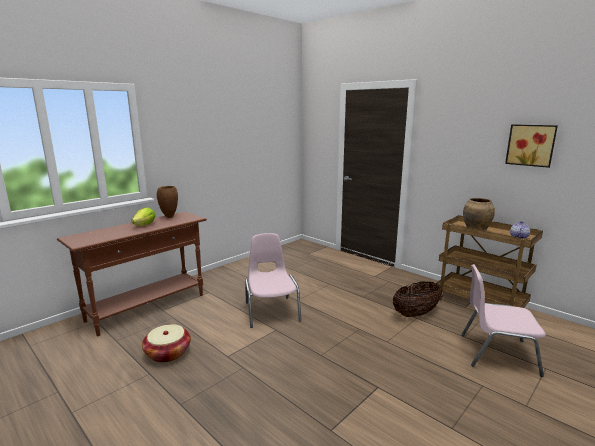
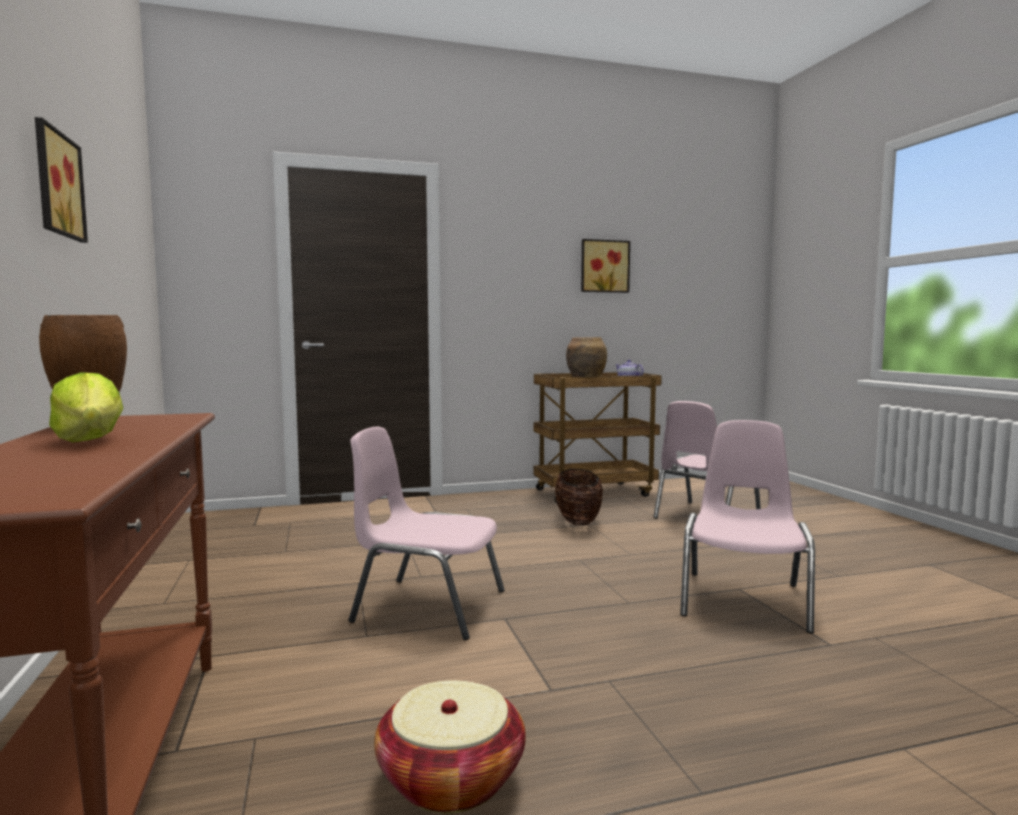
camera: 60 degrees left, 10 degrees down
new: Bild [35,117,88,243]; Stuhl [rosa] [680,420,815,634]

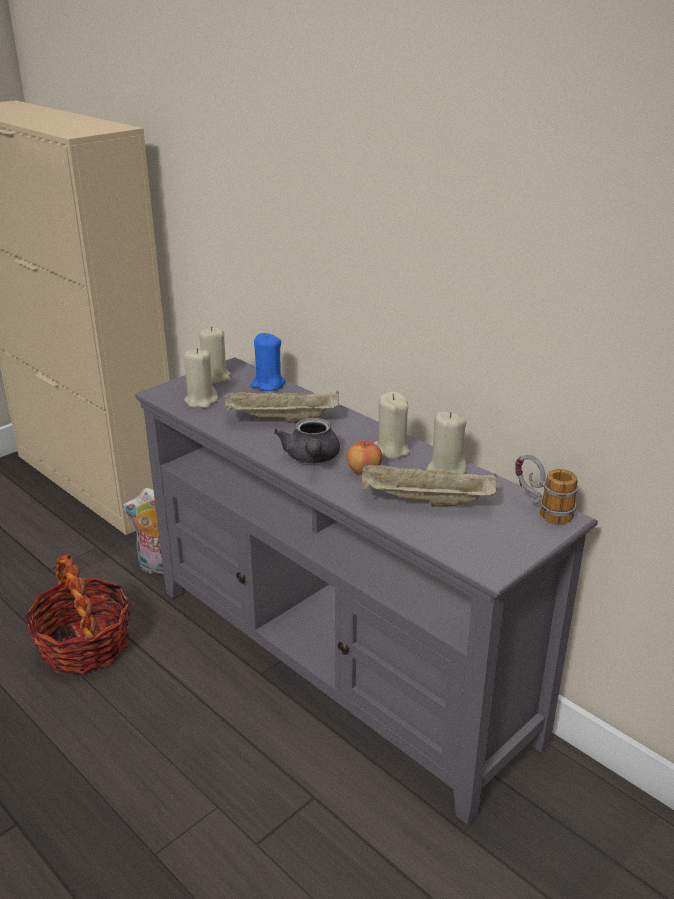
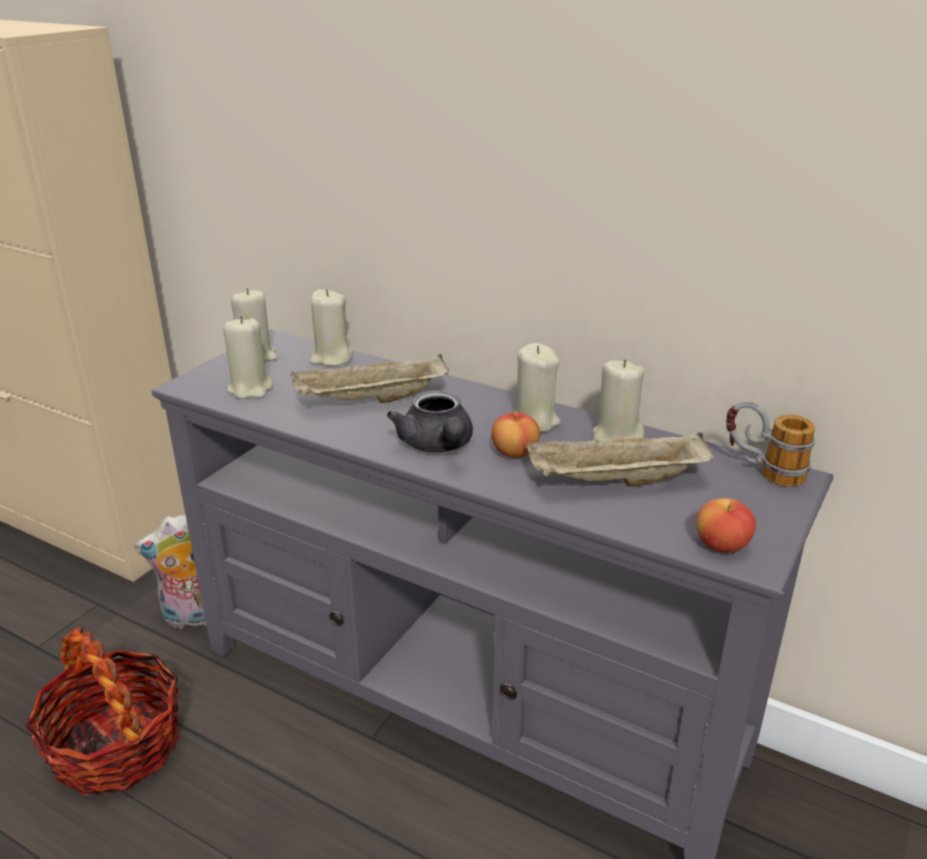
camera: 15 degrees left, 0 degrees up
new: Apfel [696,498,756,553]
repainted: Kerze [blau] [251,333,285,391] to Kerze [beige] [309,289,354,366]

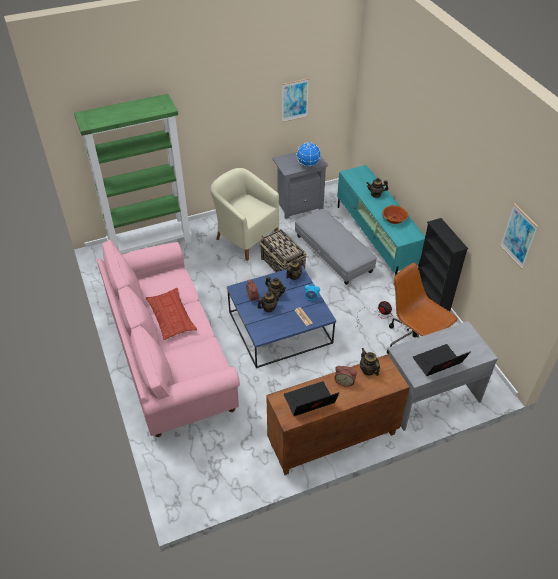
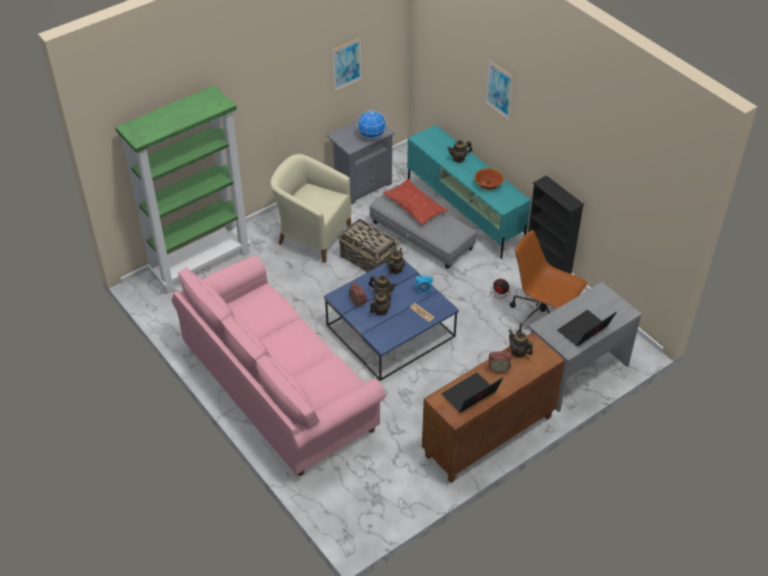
camera: 15 degrees left, 0 degrees up
shifted: Kissen [146,288,197,340] to [383,179,448,225]; Bild [500,203,538,269] to [485,60,513,120]

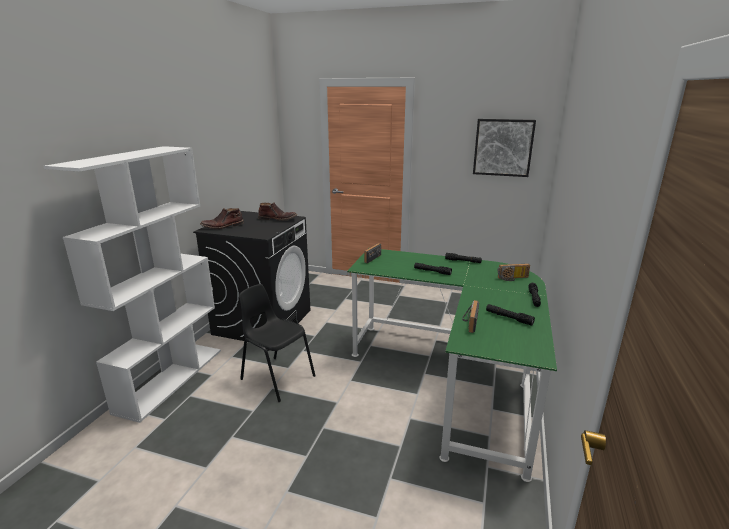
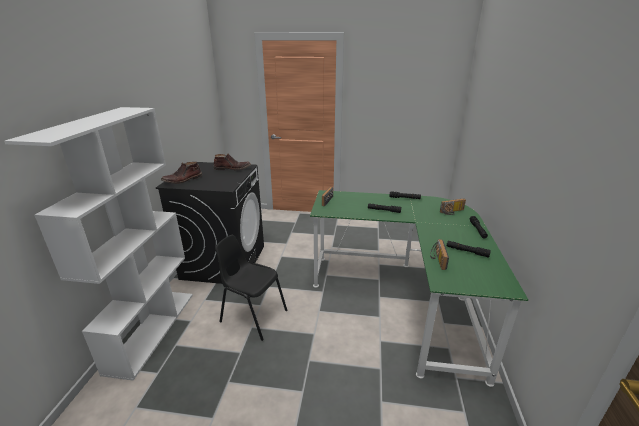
camera: 10 degrees left, 5 degrees up
gone: Bild [473,119,536,177]

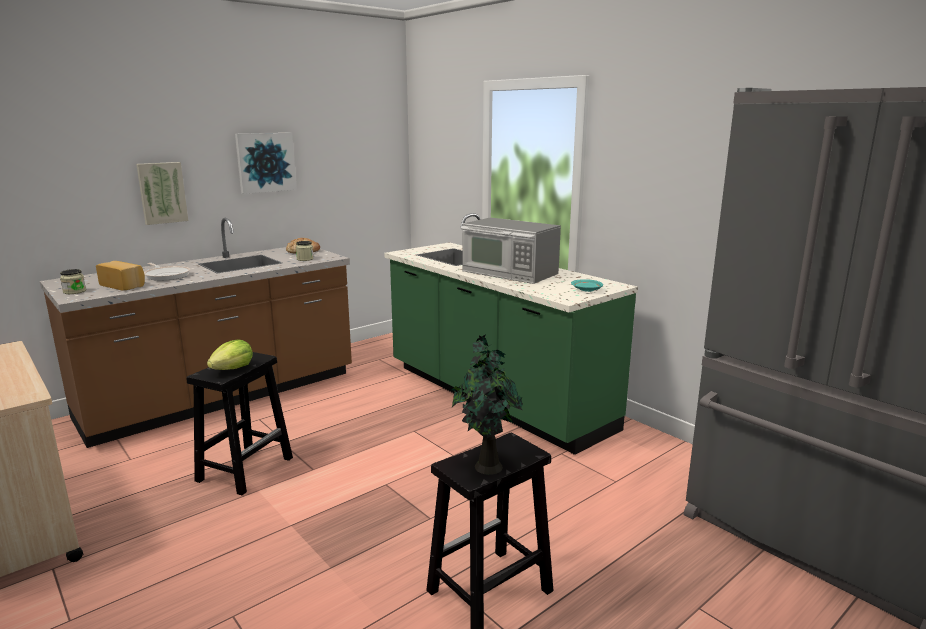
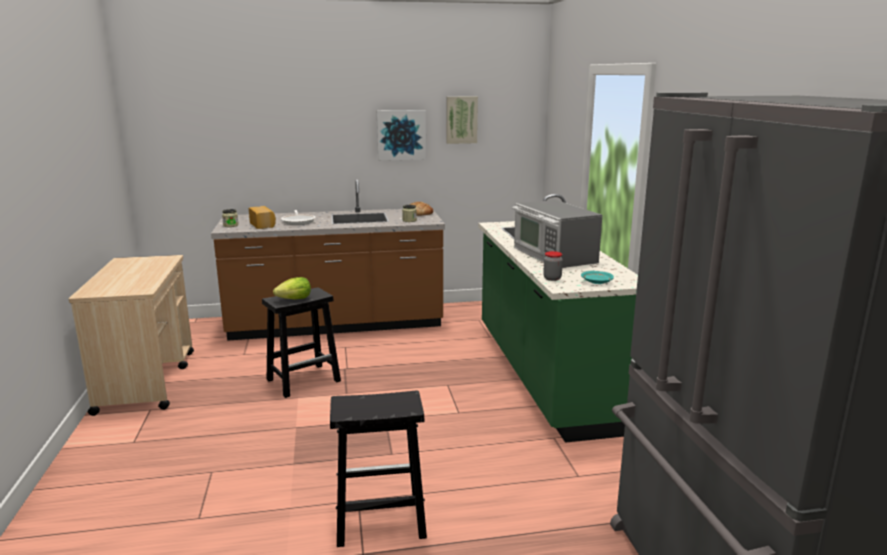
camera: 30 degrees right, 0 degrees up
gone: Topfpflanze [452,335,523,475]
new: Vorratsglas [543,251,563,281]
shifted: Bild [136,162,188,225] to [447,97,478,144]

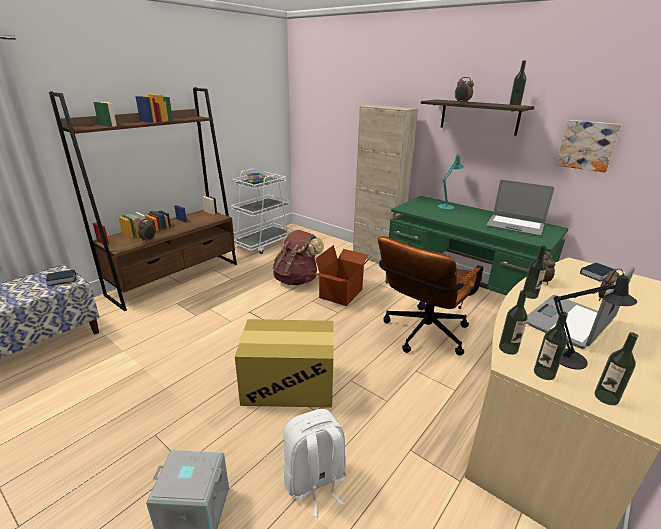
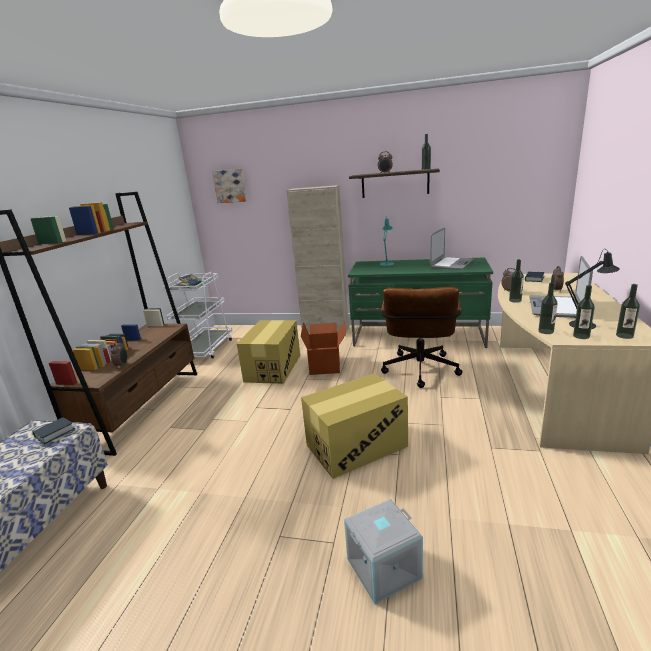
camera: 25 degrees left, 5 degrees down
gone: Rucksack [weiß] [284,409,347,517]
shifted: Bild [556,120,622,173] to [212,169,247,203]
swapped: Rucksack [braun] [273,230,324,285] to Karton [237,320,300,384]
rotated: Laptop [486,180,554,236] = [430,228,474,270] 60 degrees counterclockwise

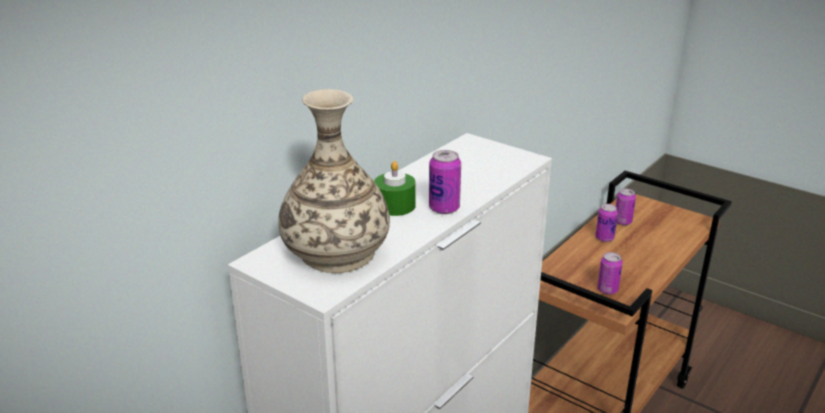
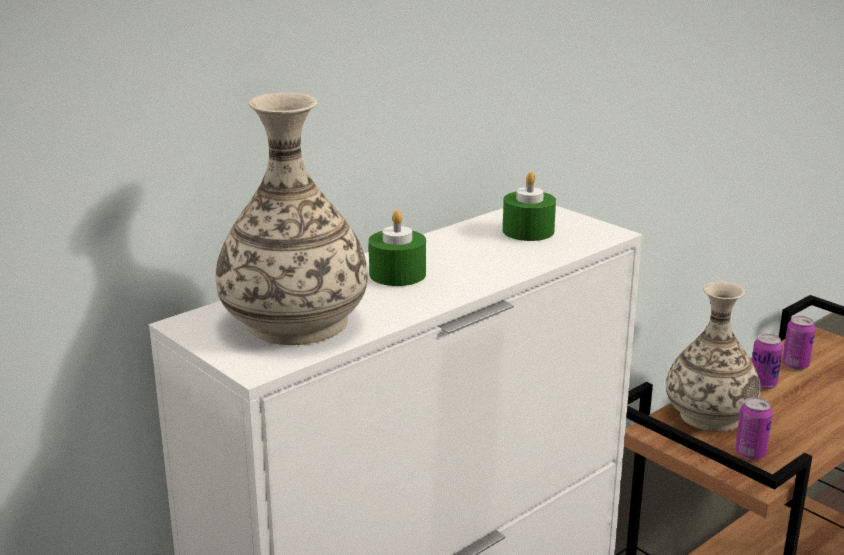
camera: 10 degrees right, 5 degrees down
gone: Dose [429,150,461,214]
new: Kerze [grün] [503,172,556,241]; Vase [666,281,761,431]

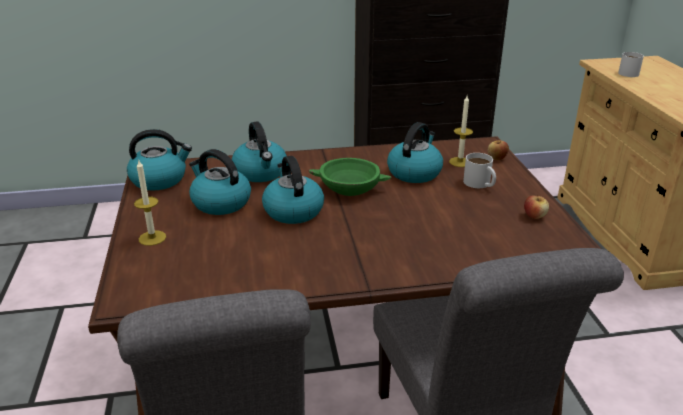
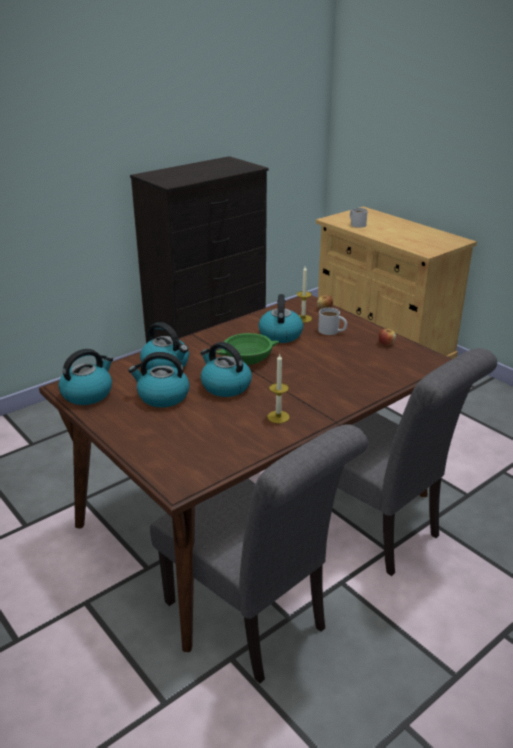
camera: 30 degrees left, 0 degrees up
shifted: Kerze [134,159,166,246] to [267,353,290,423]

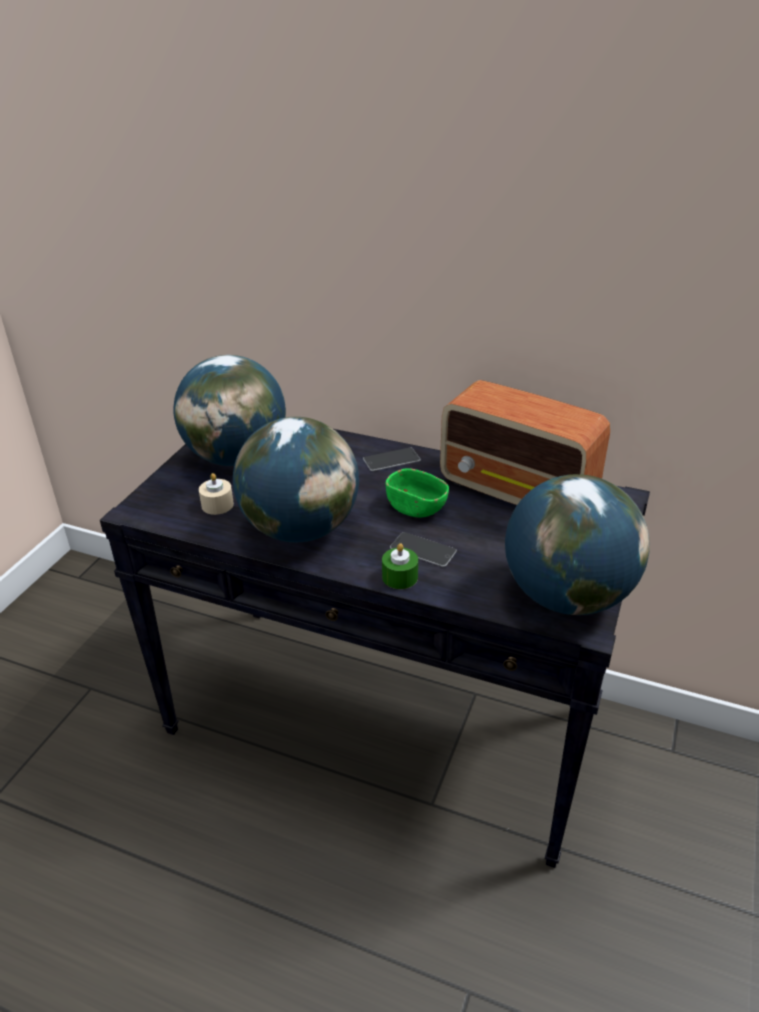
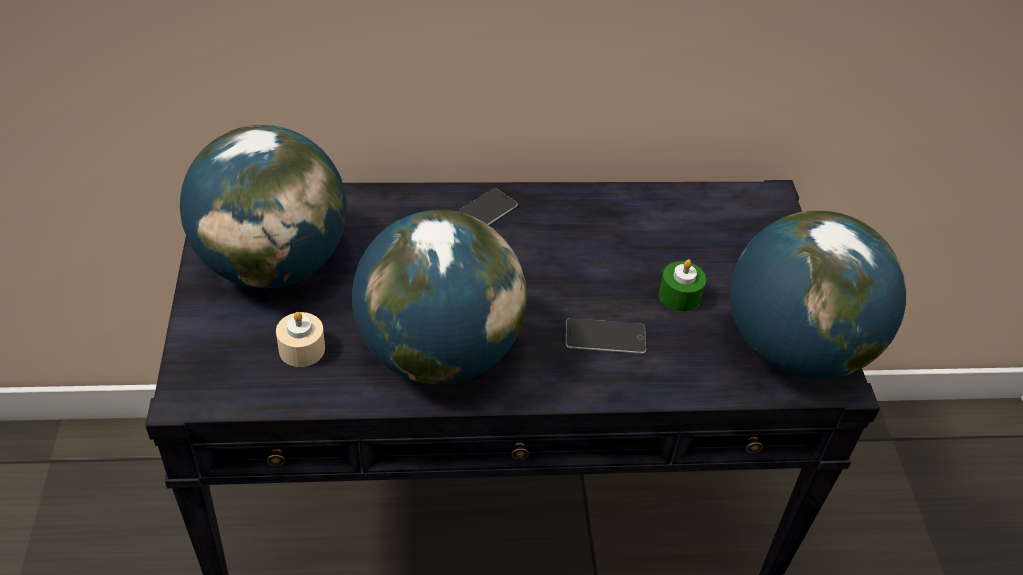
camera: 30 degrees left, 10 degrees up
gone: Schüssel [grün] [386,468,449,518]; Radio [440,380,610,505]
shifted: Kerze [grün] [382,543,418,589] to [659,259,706,312]

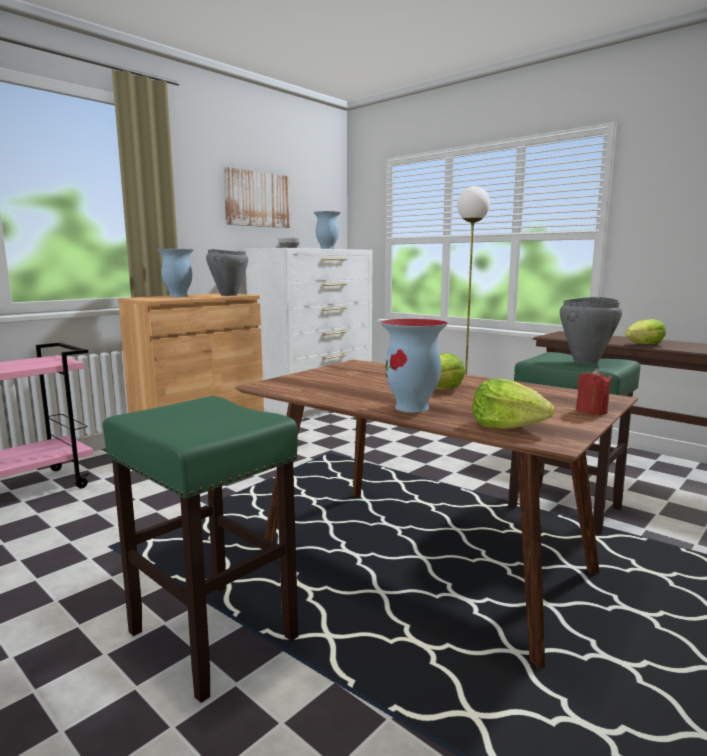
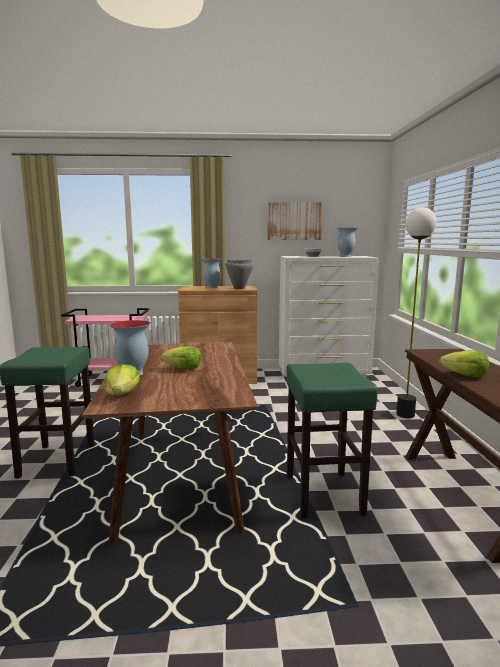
camera: 45 degrees right, 0 degrees up
gone: Kochtopf [grau] [560,297,622,364]; Kerze [rot] [576,368,612,415]

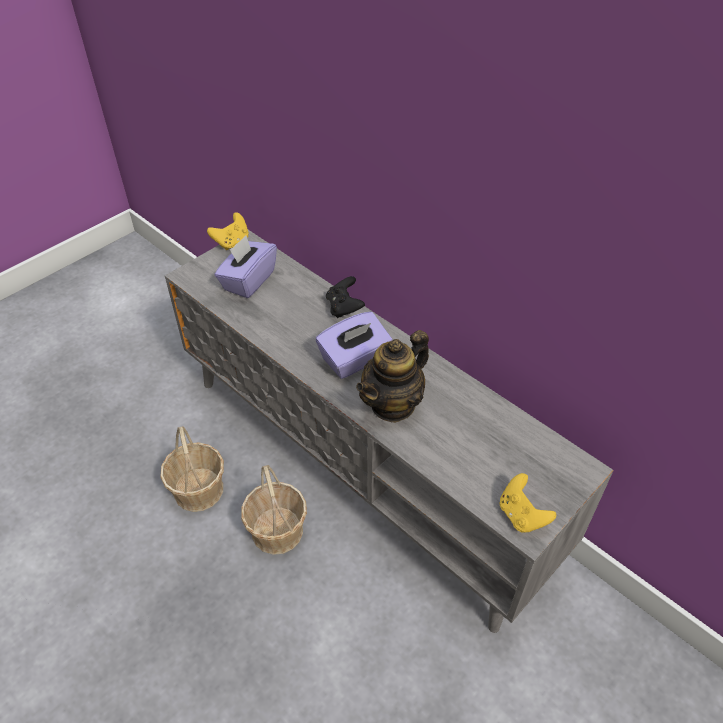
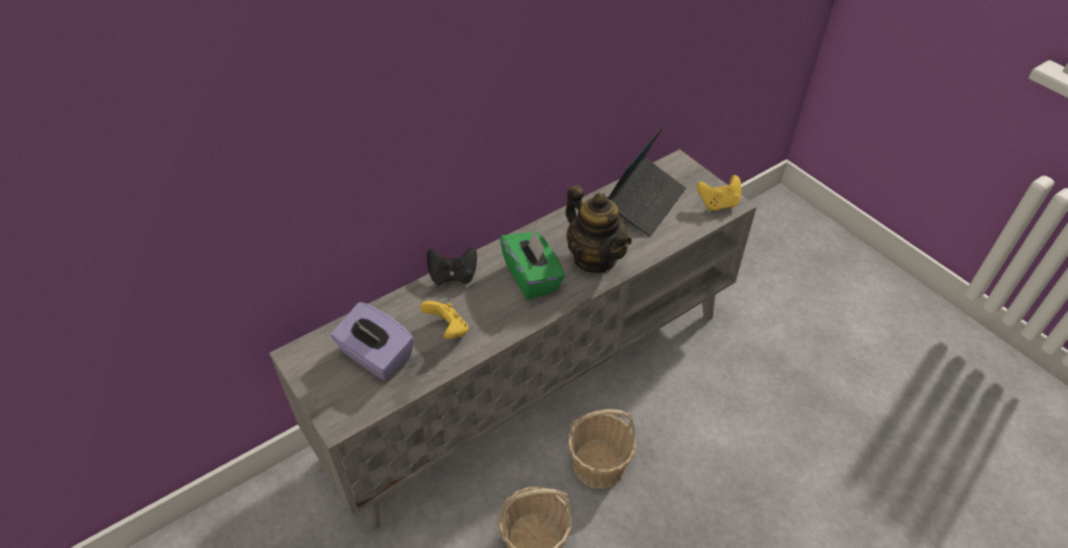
camera: 80 degrees left, 0 degrees up
new: Laptop [607,122,686,237]
shifted: Gamepad [gelb] [207,212,249,250] to [420,301,469,339]
repainted: Taschentuchbox [lila] [316,312,393,379] to Taschentuchbox [grün] [500,229,565,300]

